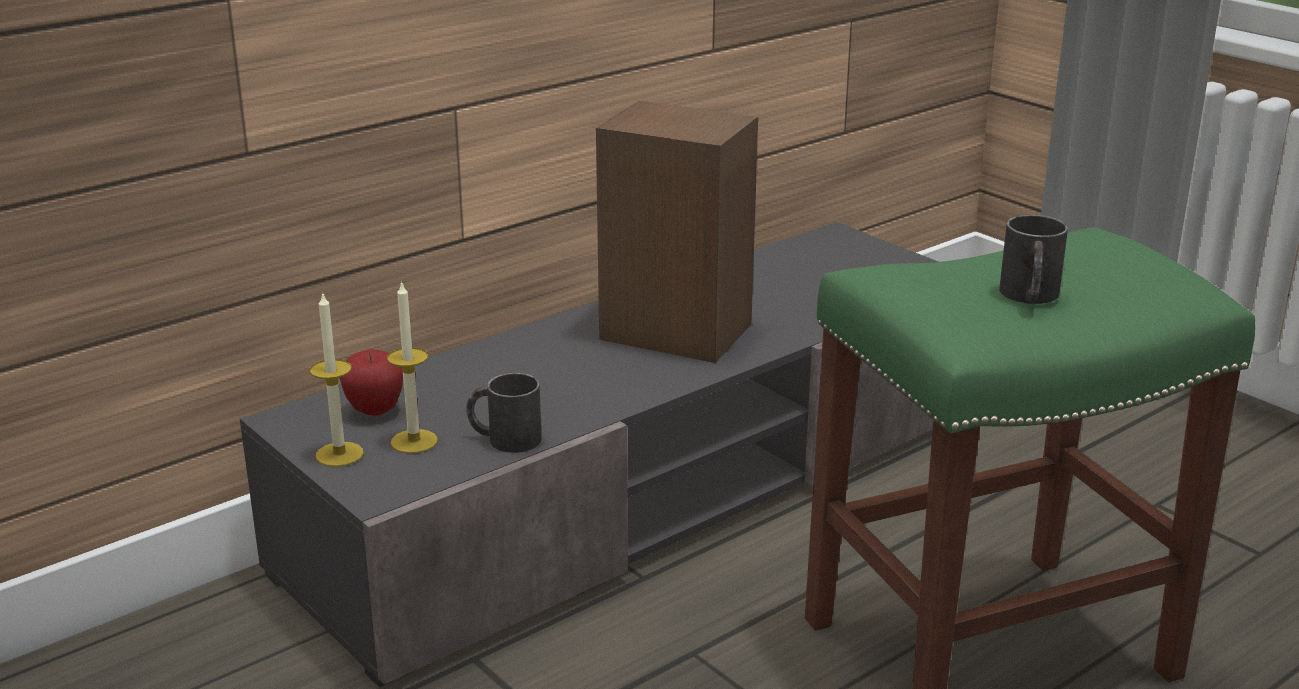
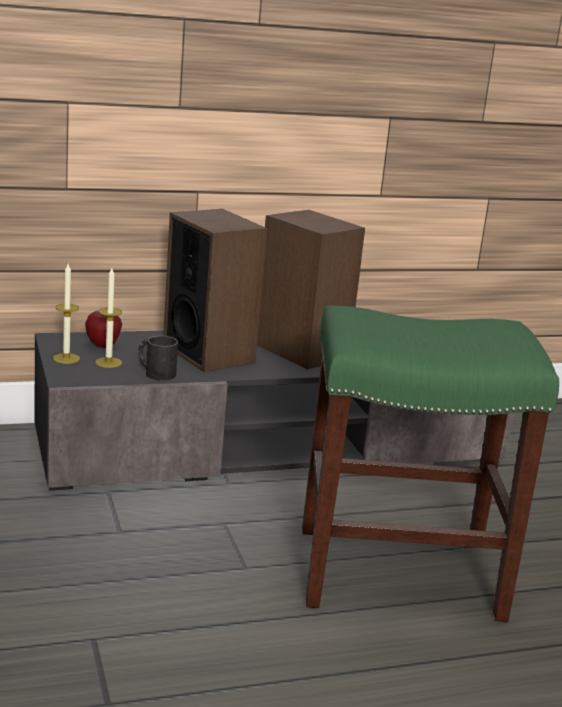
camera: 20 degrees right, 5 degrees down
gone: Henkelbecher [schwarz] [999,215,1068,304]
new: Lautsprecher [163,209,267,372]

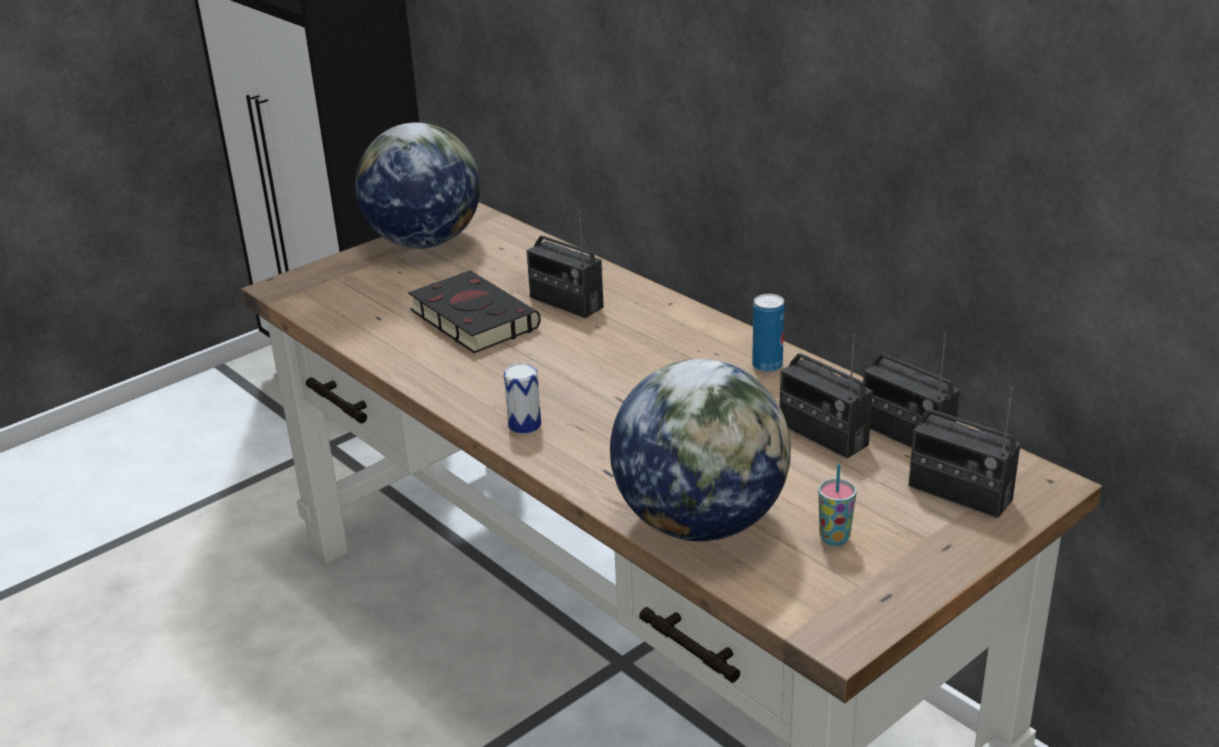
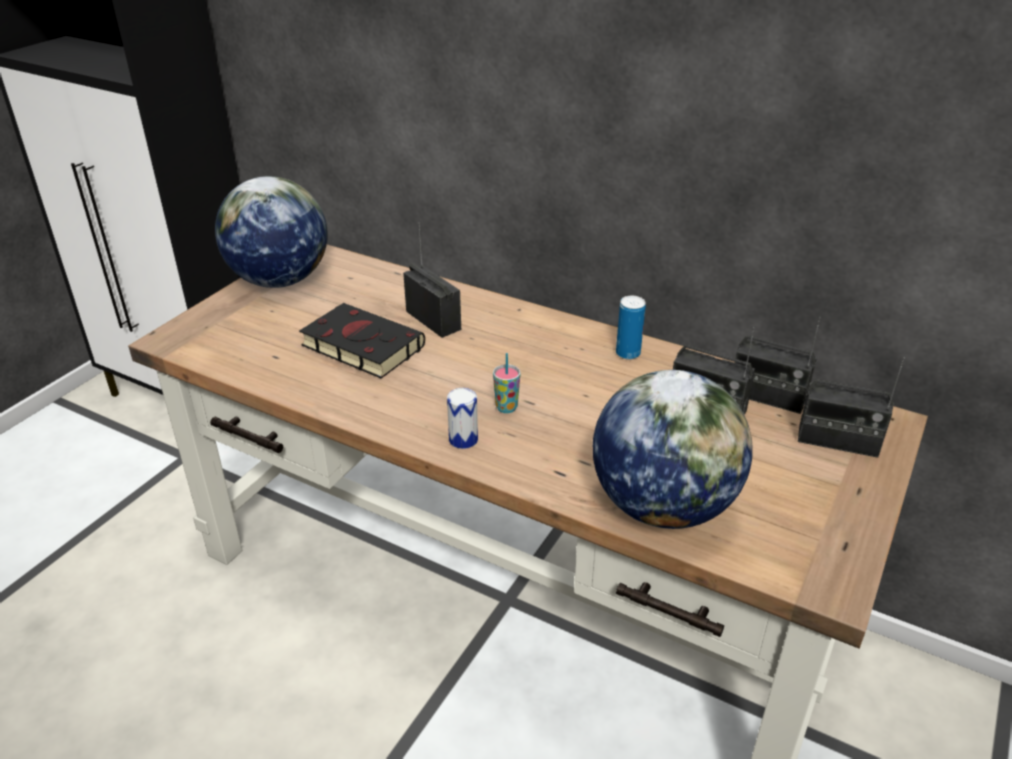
camera: 20 degrees left, 5 degrees up
shifted: Tasse [818,463,857,546] to [493,353,520,413]
rotated: Radio [526,210,604,318] = [403,222,461,338] 150 degrees counterclockwise

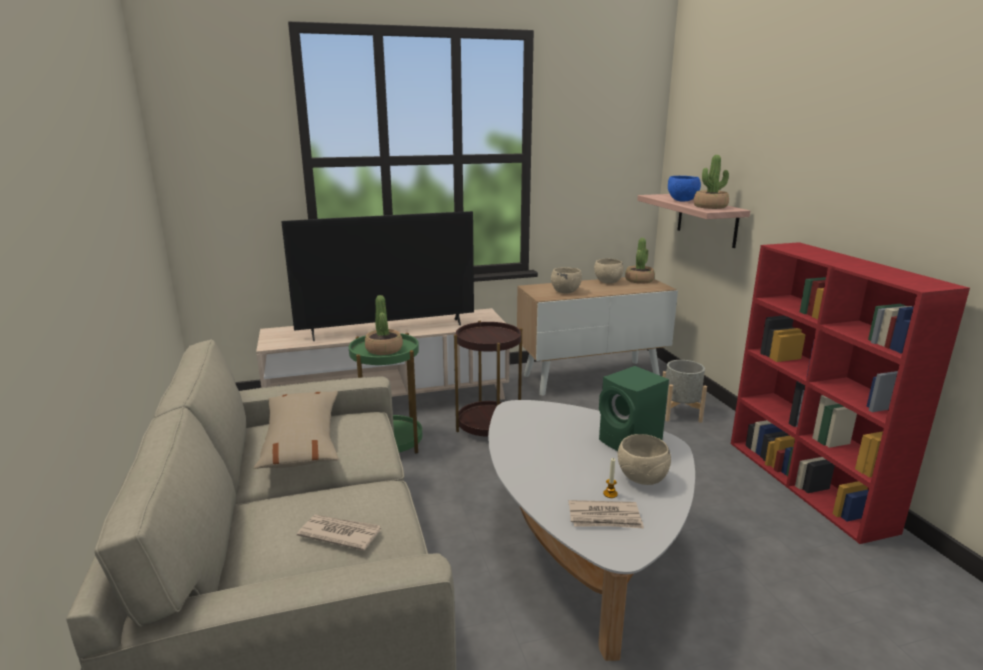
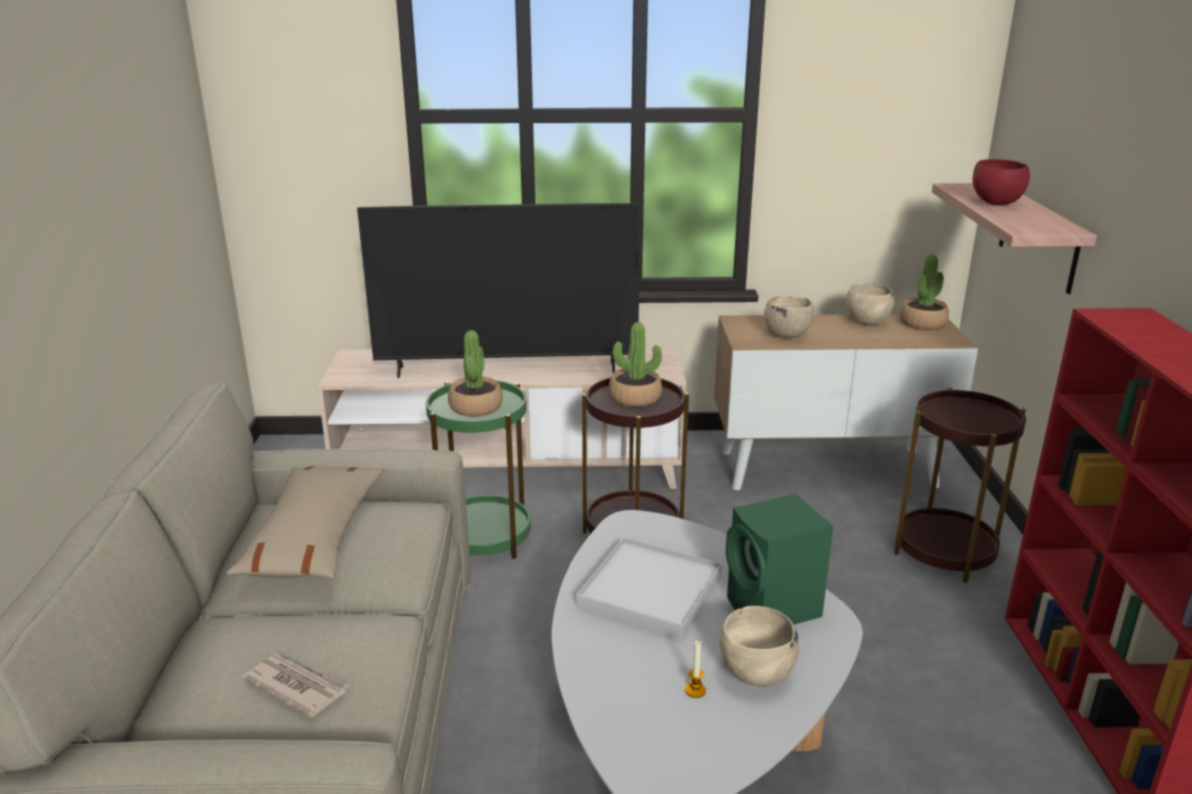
camera: 15 degrees right, 5 degrees up
gone: Zeitung [568,500,644,529]
new: Tablett [weiß] [576,538,722,641]
shifted: Topfpflanze [694,155,729,209] to [609,322,662,407]
swapped: Pflanzkübel [grau] [662,360,707,423] to Beistelltisch [braun] [894,387,1026,583]
repainted: Schüssel [blau] [668,176,701,202] to Schüssel [rot] [973,159,1030,205]

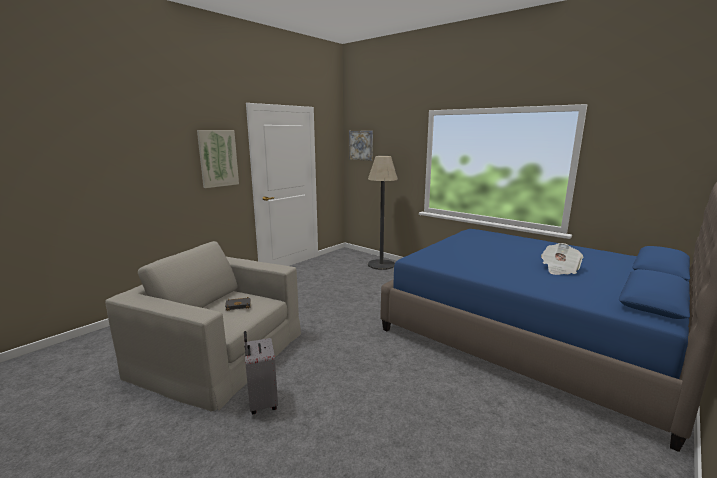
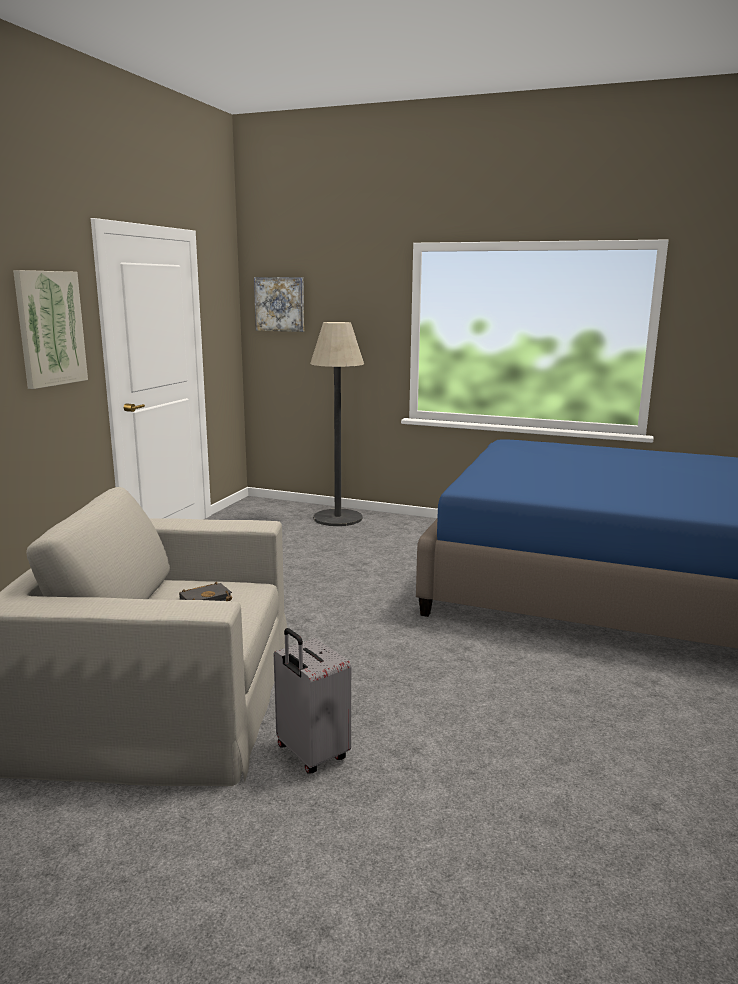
camera: 20 degrees left, 0 degrees up
gone: Zeitung [541,243,583,275]

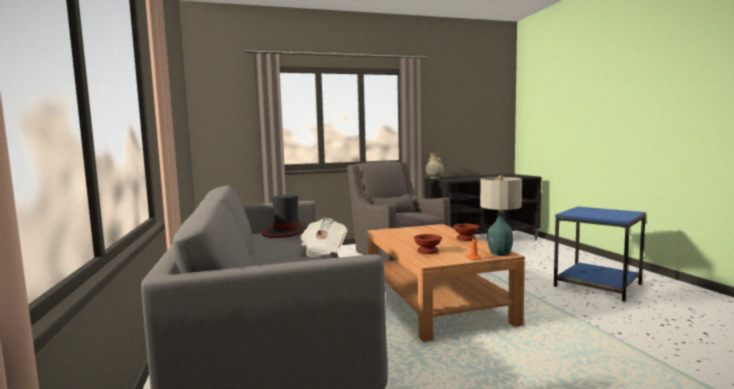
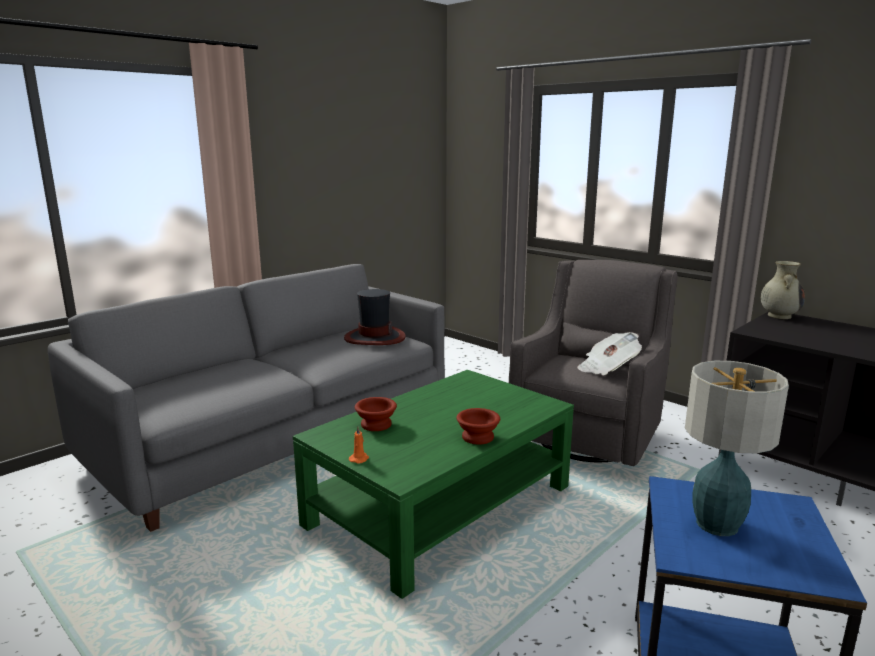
camera: 60 degrees right, 10 degrees up
shifted: Zeitung [300,218,347,257] to [577,332,642,375]; Tischlampe [480,176,522,256] to [685,361,789,536]
repainted: Couchtisch [braun] [368,224,525,342] to Couchtisch [grün] [293,370,574,599]

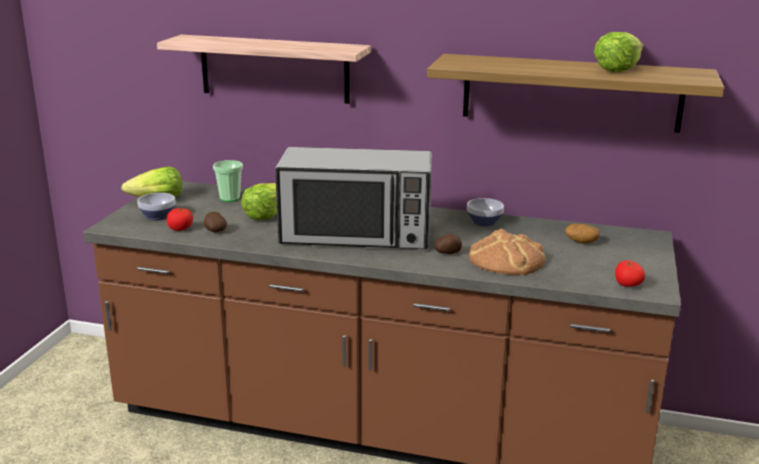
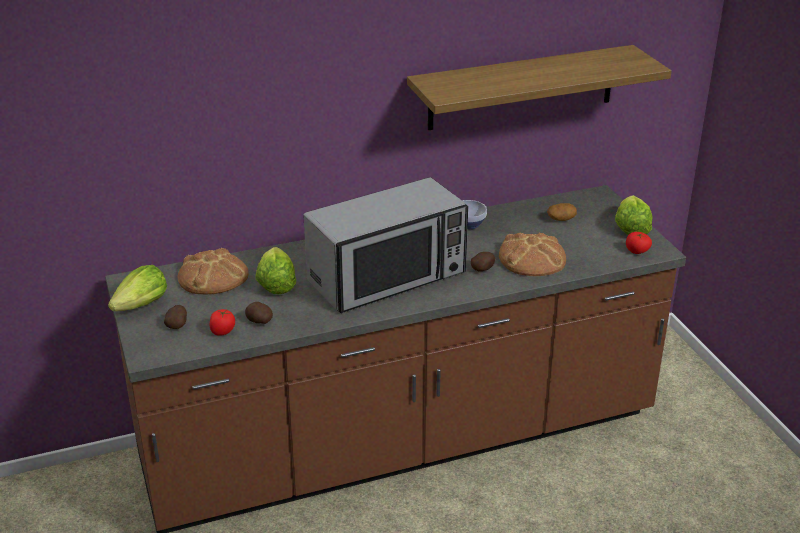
camera: 35 degrees left, 10 degrees up
gone: Wandregal [157,35,371,104]
shifted: Salatkopf [593,32,643,72] to [615,195,652,235]
swapped: Schüssel [137,193,175,220] to Kartoffel [164,305,187,329]; Tasse [213,160,243,202] to Brot [178,248,249,294]

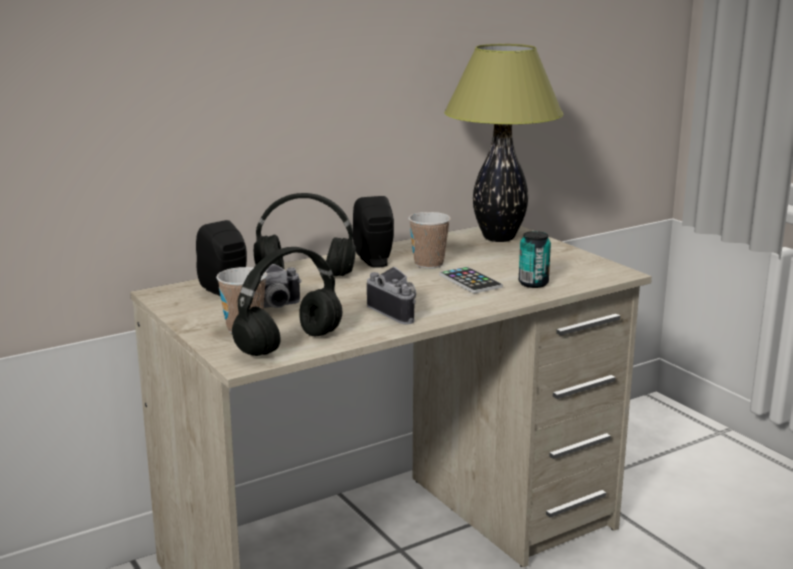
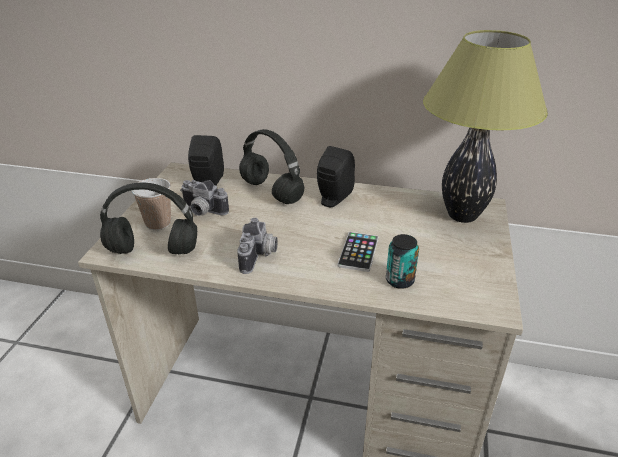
camera: 45 degrees right, 15 degrees up
gone: Tasse [408,212,451,269]

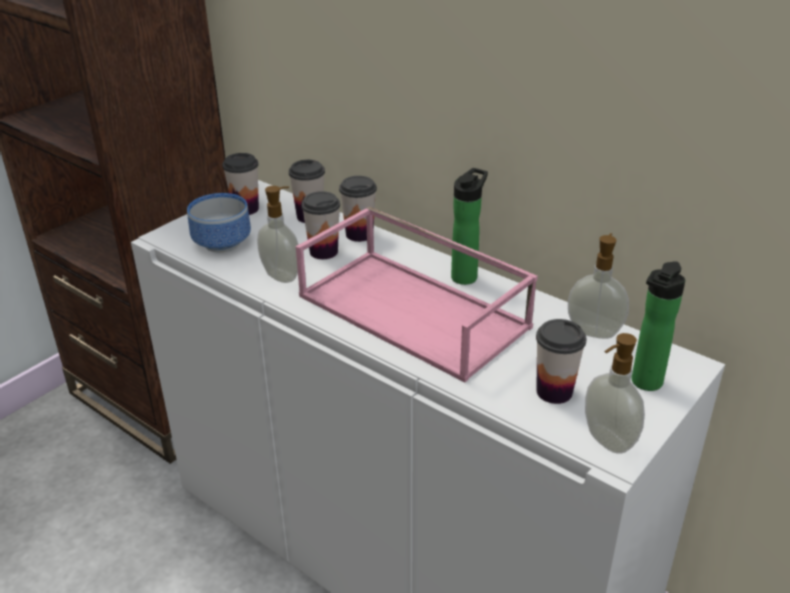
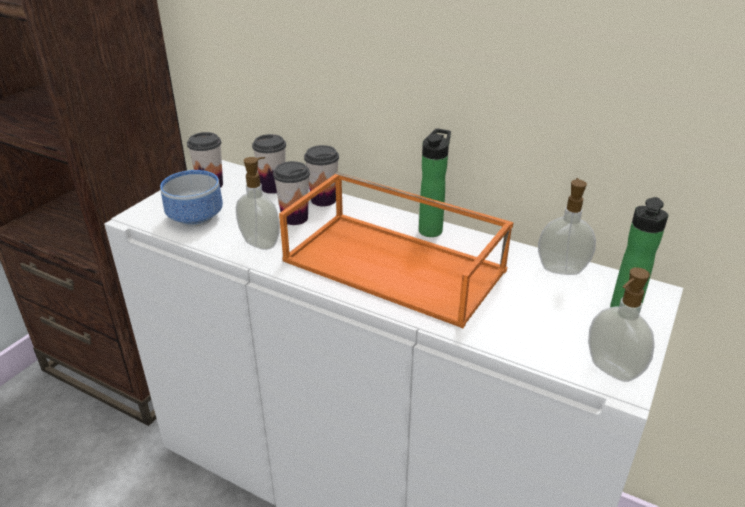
camera: 10 degrees left, 0 degrees up
gone: Tasse [536,319,587,404]
repainted: Tablett [rosa] [296,207,538,382] to Tablett [orange] [279,172,513,328]

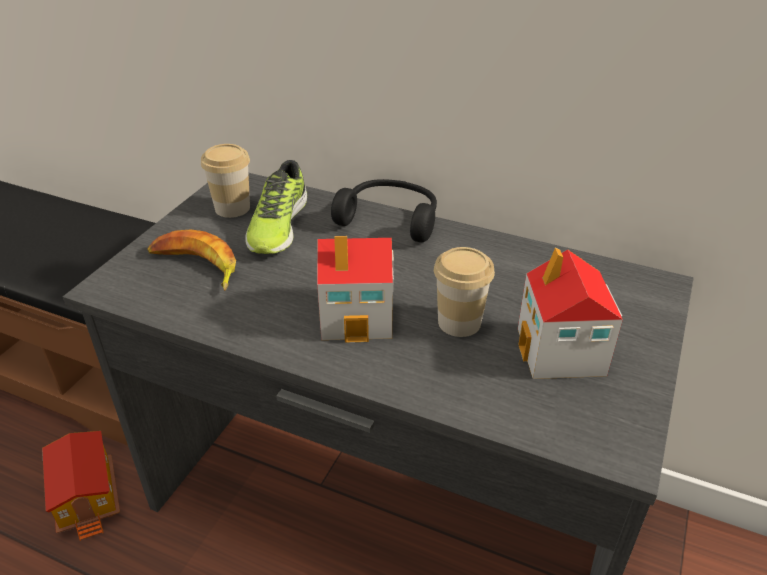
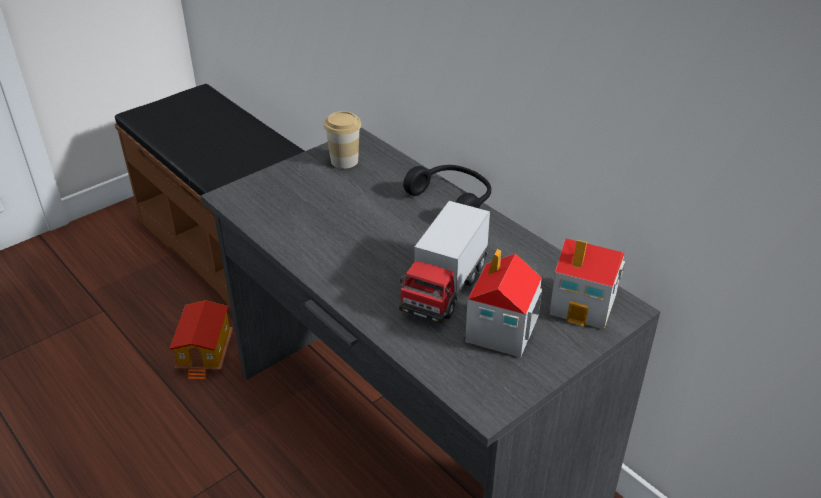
camera: 25 degrees right, 0 degrees up
gone: Banane [147,229,236,291]; Schuh [245,160,307,254]
shifted: Spielzeughaus [317,236,394,342] to [549,238,625,330]
swapped: Tasse [434,247,495,337] to Spielzeuglaster [399,201,490,324]

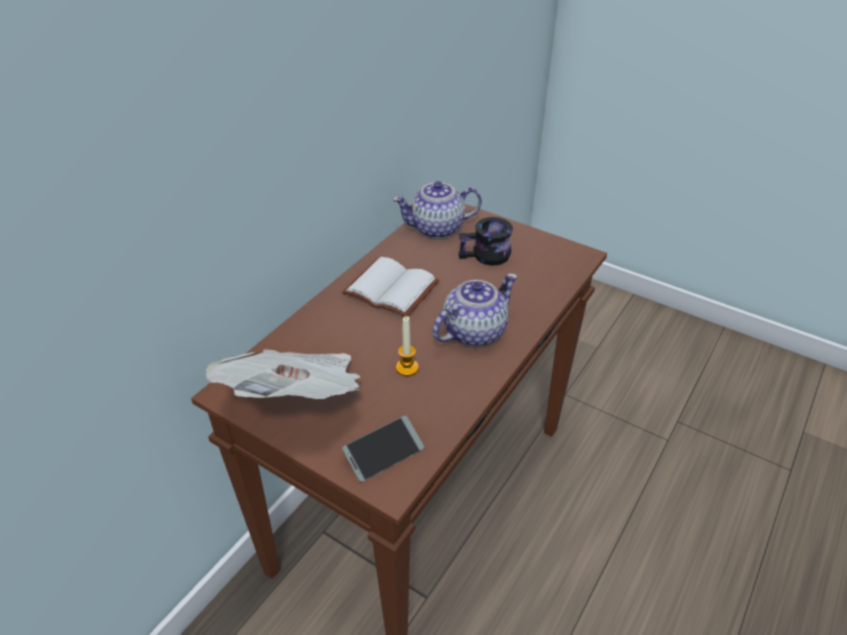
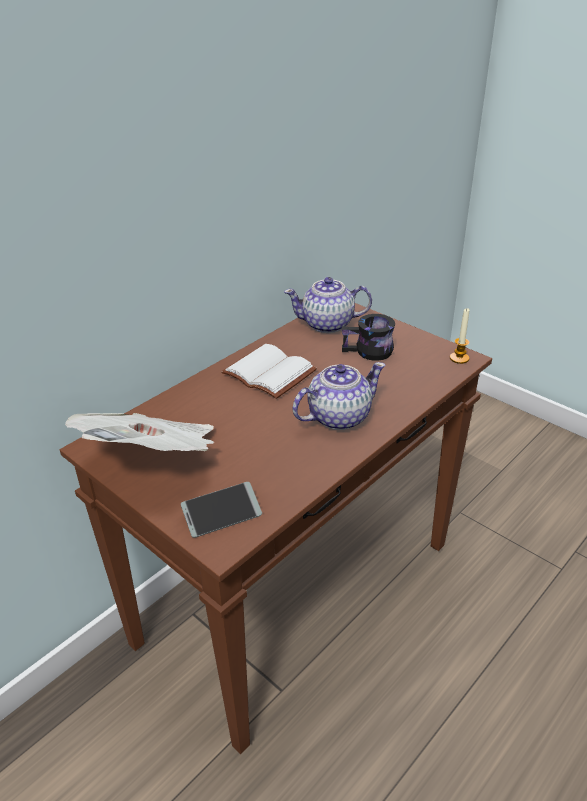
camera: 10 degrees right, 5 degrees down
shifted: Kerze [396,316,419,376] to [450,308,470,364]

